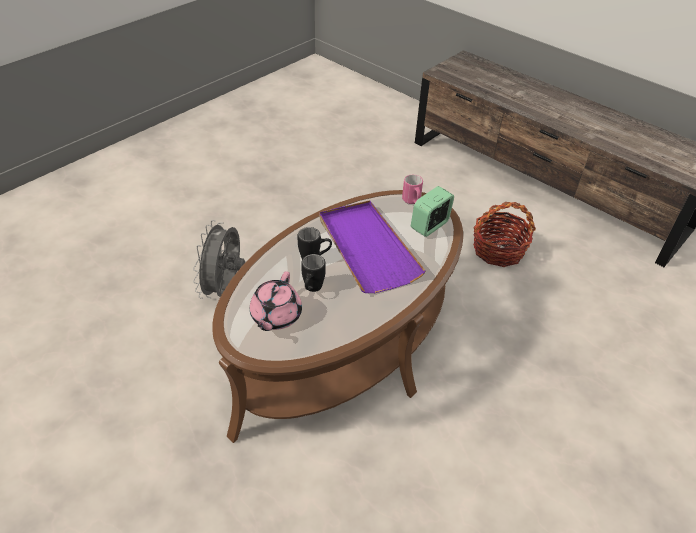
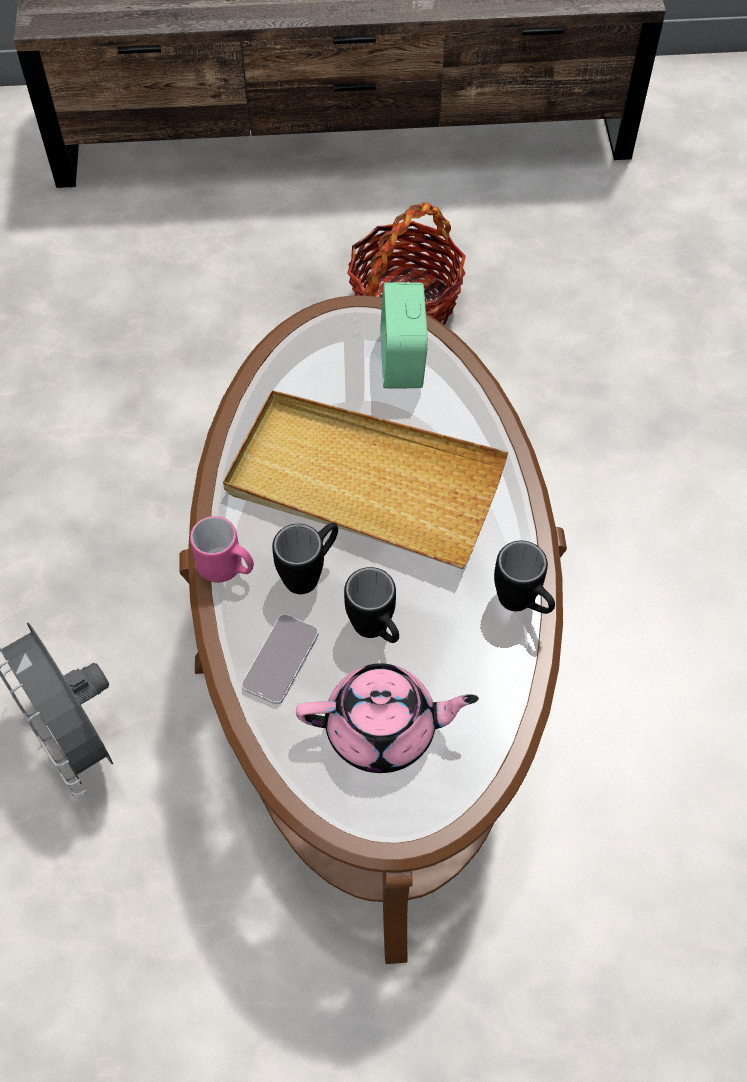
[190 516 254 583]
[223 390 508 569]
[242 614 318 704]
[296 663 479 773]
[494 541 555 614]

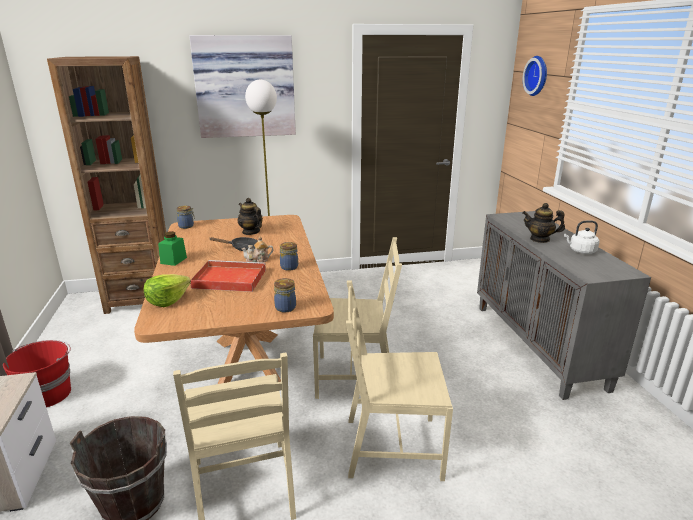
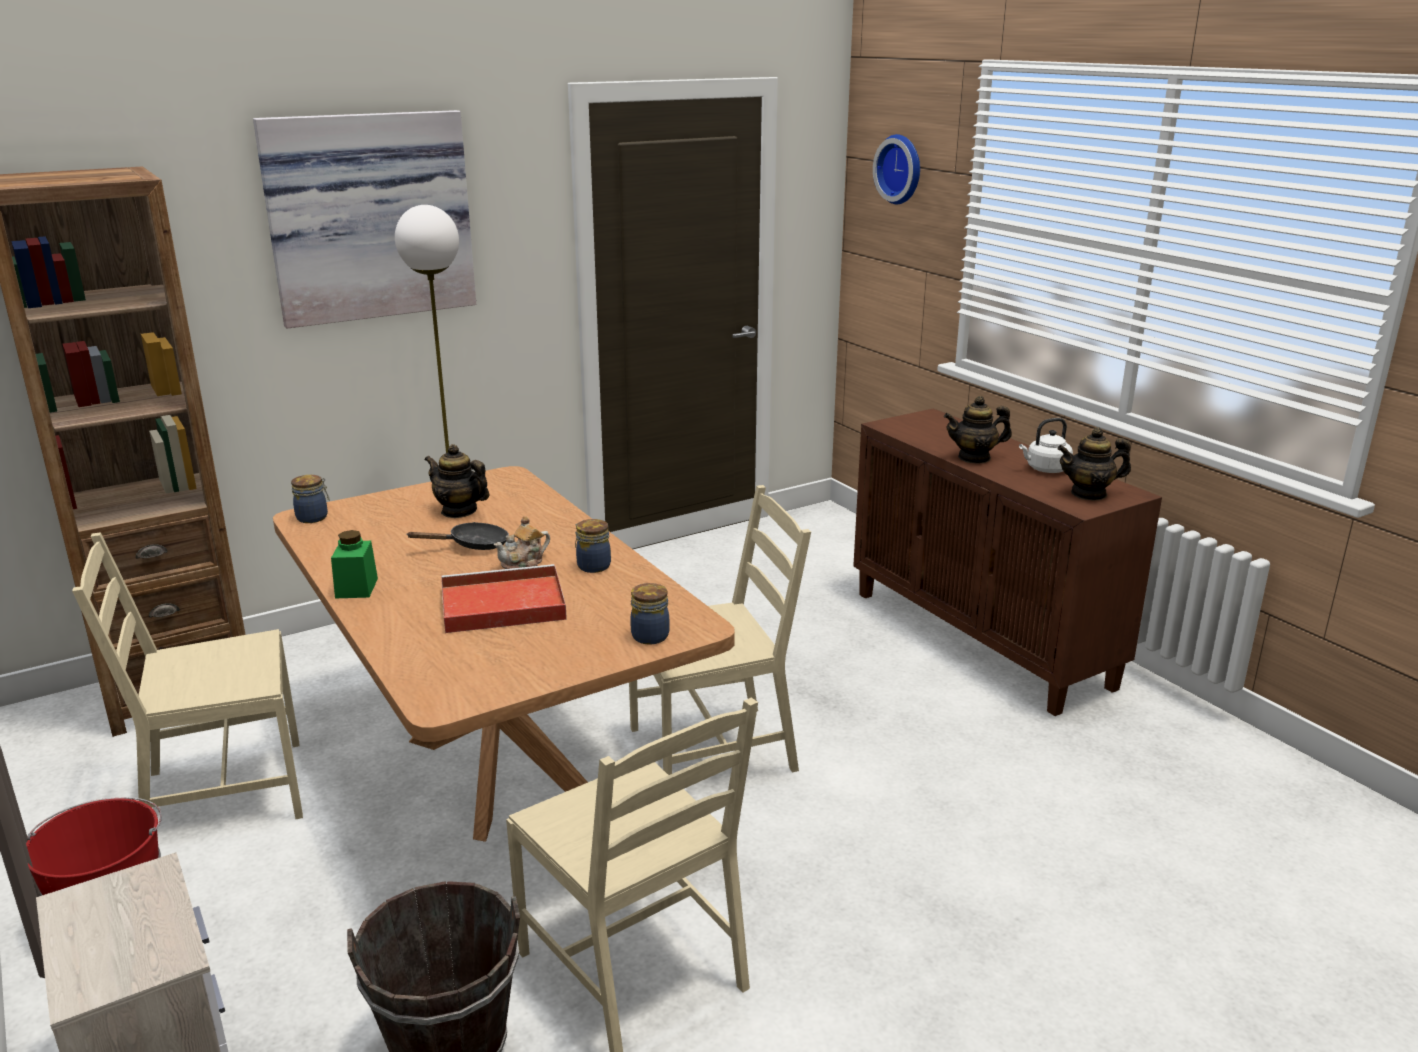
[72 532 303 819]
[853 408 1162 716]
[1057 427 1131 501]
[144 274 191 307] (first image)

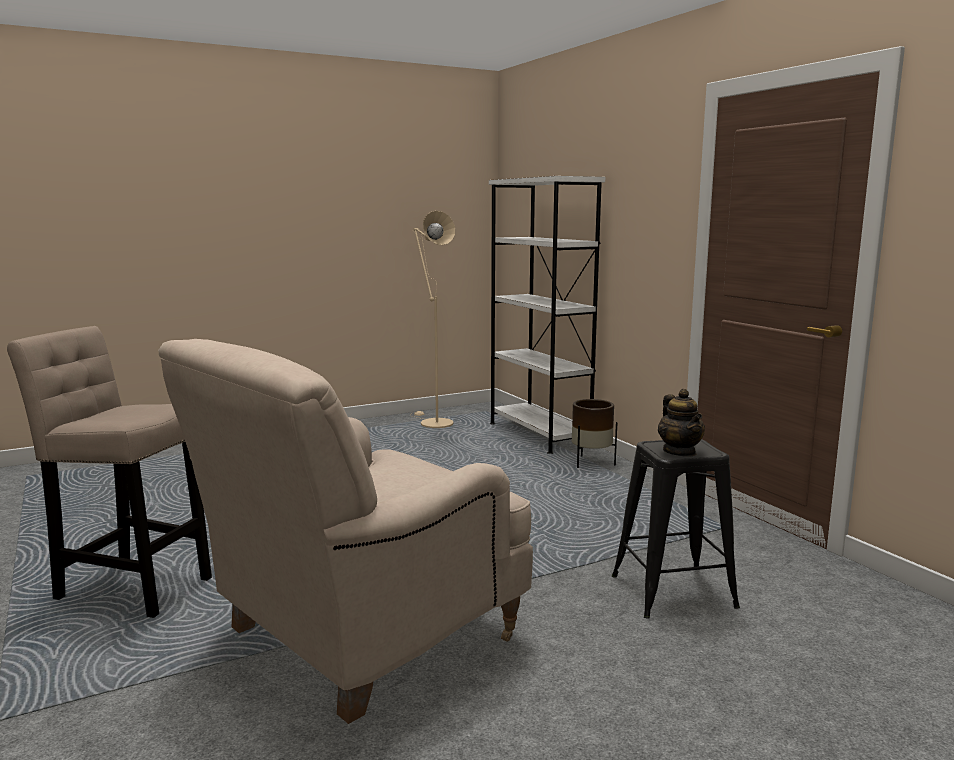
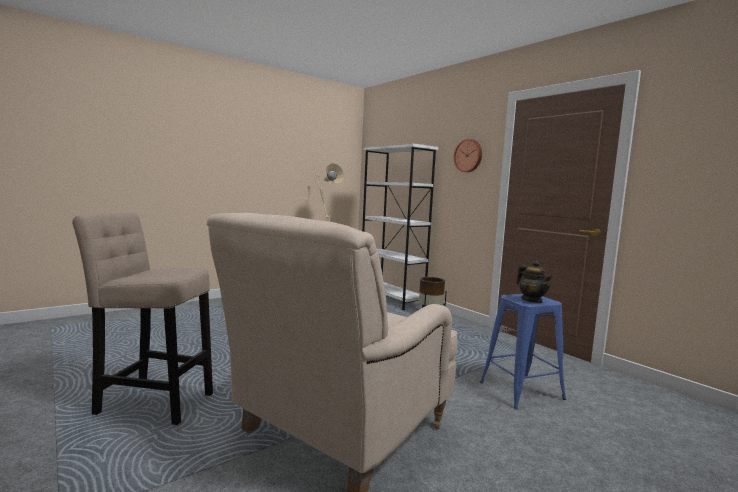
[454 139 482 172]
[480 294 566 409]

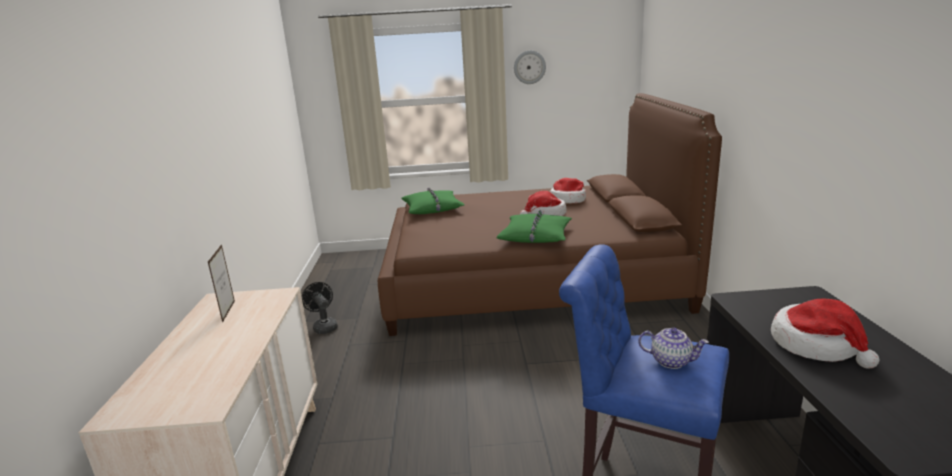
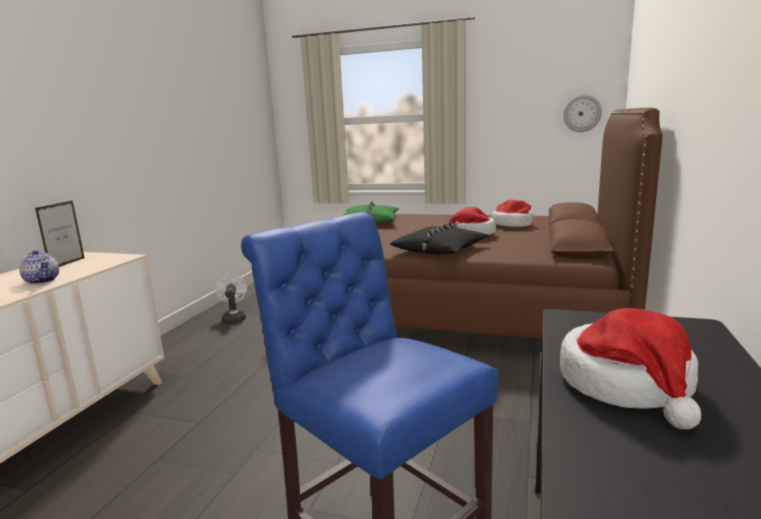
[19 250 59 284]
[215 273 247 324]
[390 222 489 254]
[563 95 602 132]

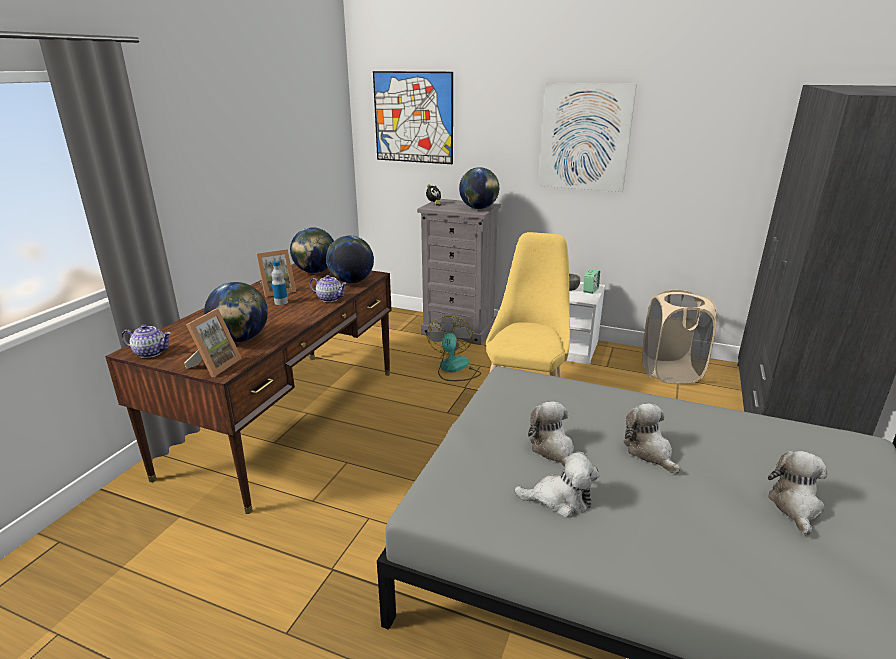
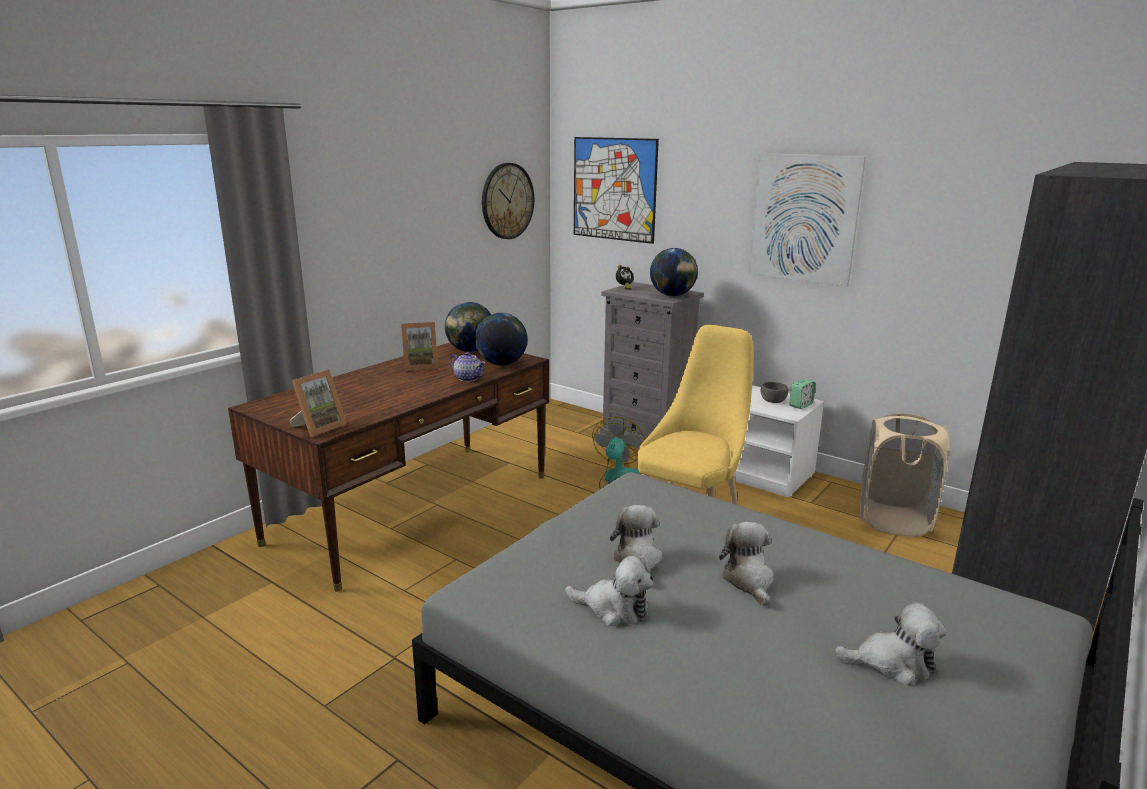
[482 163 534 239]
[835 602 946 686]
[122 324 171 358] (first image)
[204 282 268 342] (first image)
[271 261 288 305] (first image)

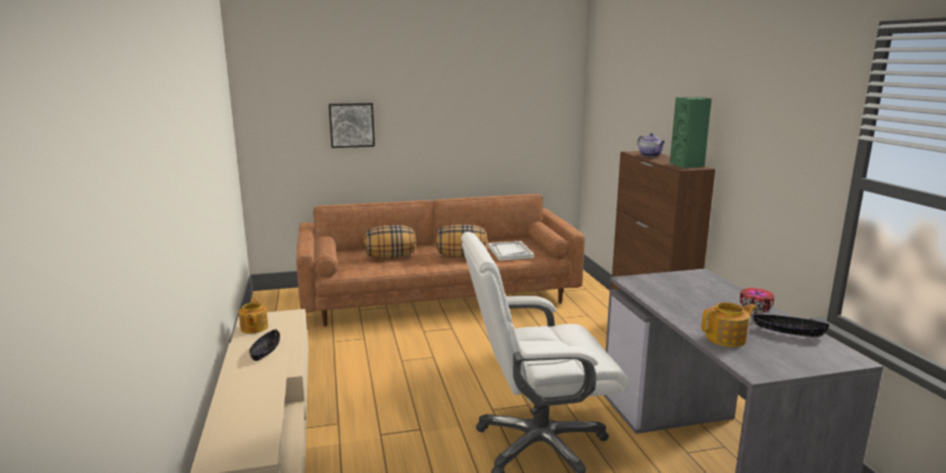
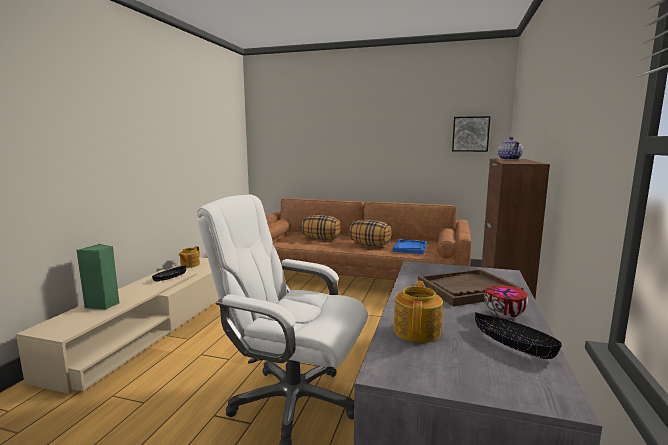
[77 244 120 310]
[393 239 427 254]
[394 281 443 343]
[418 269 524 306]
[452 116 491 152]

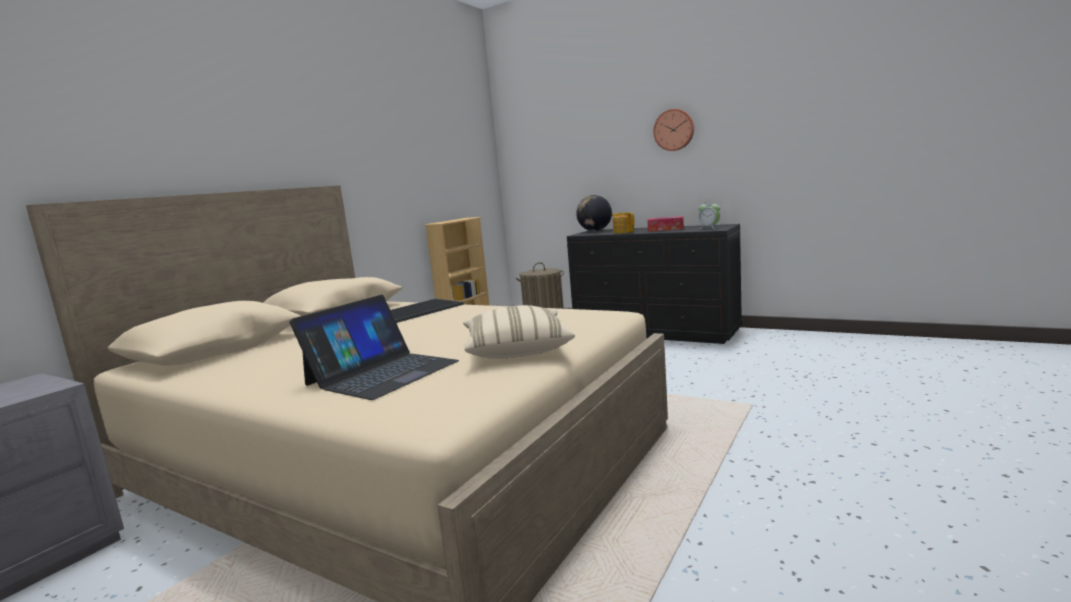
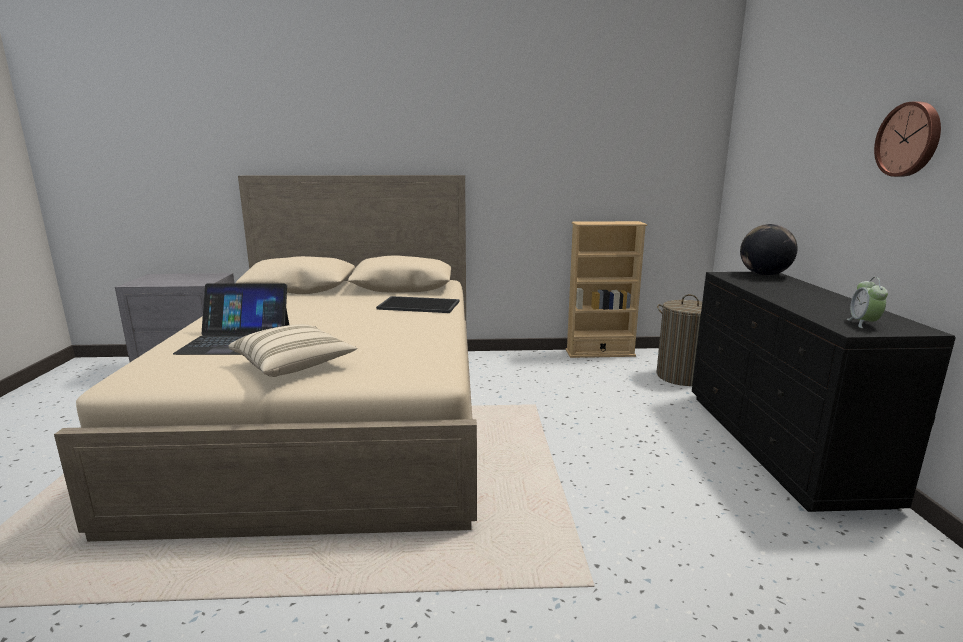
[612 212 635 233] (first image)
[647 216 684 232] (first image)

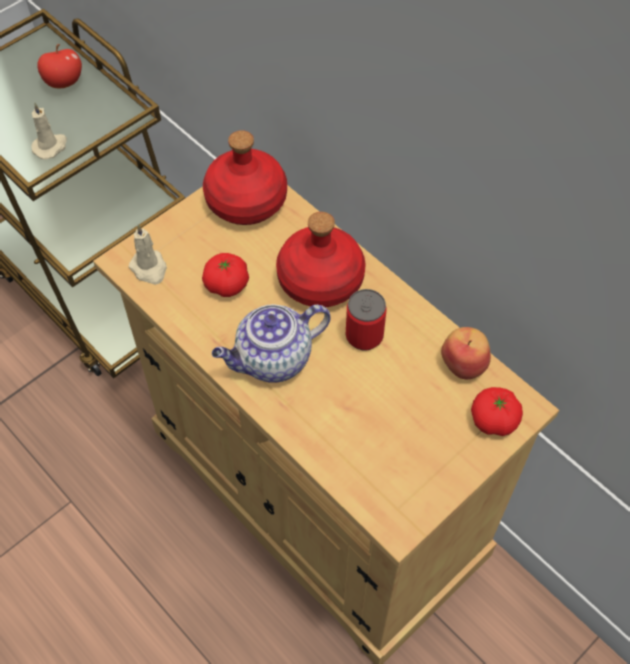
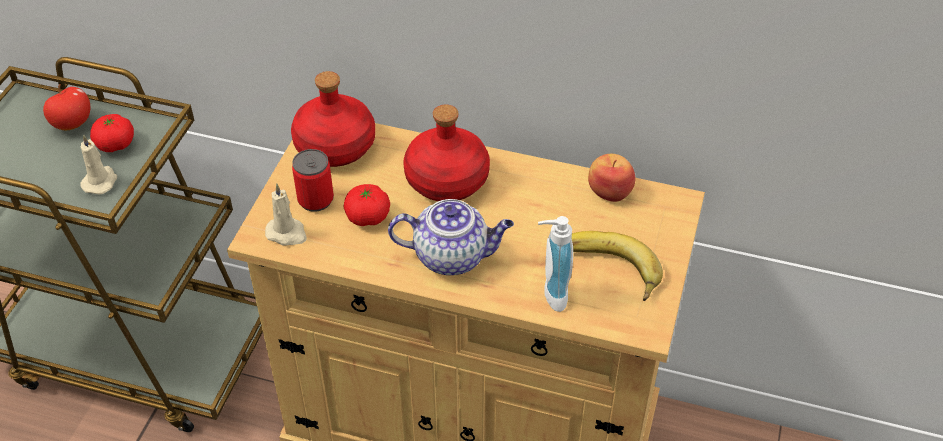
[90 114 134 152]
[292 149 334 212]
[388 199 514 275]
[538 216 573 312]
[571 231 663 301]

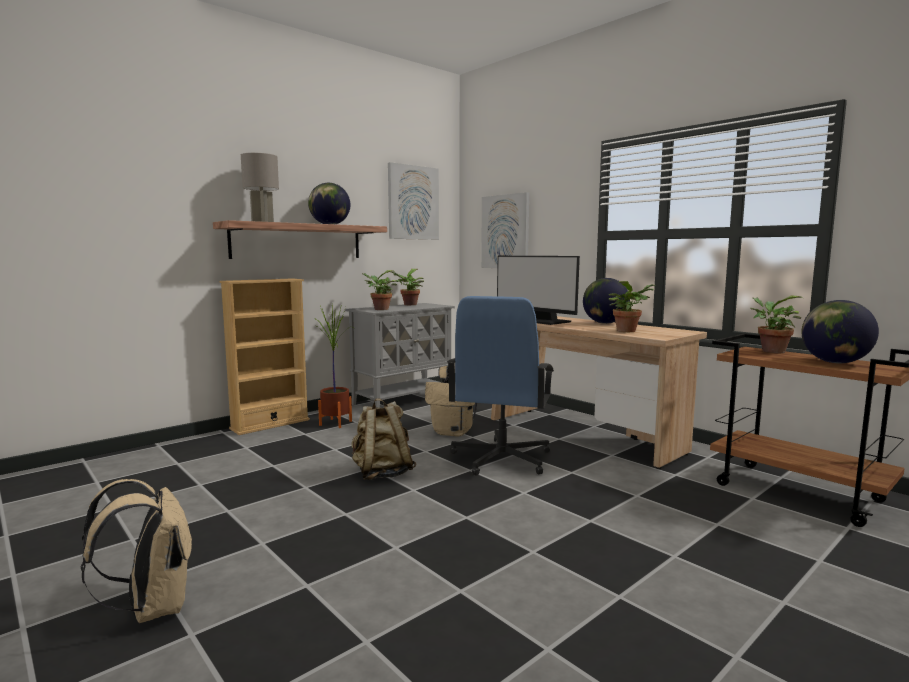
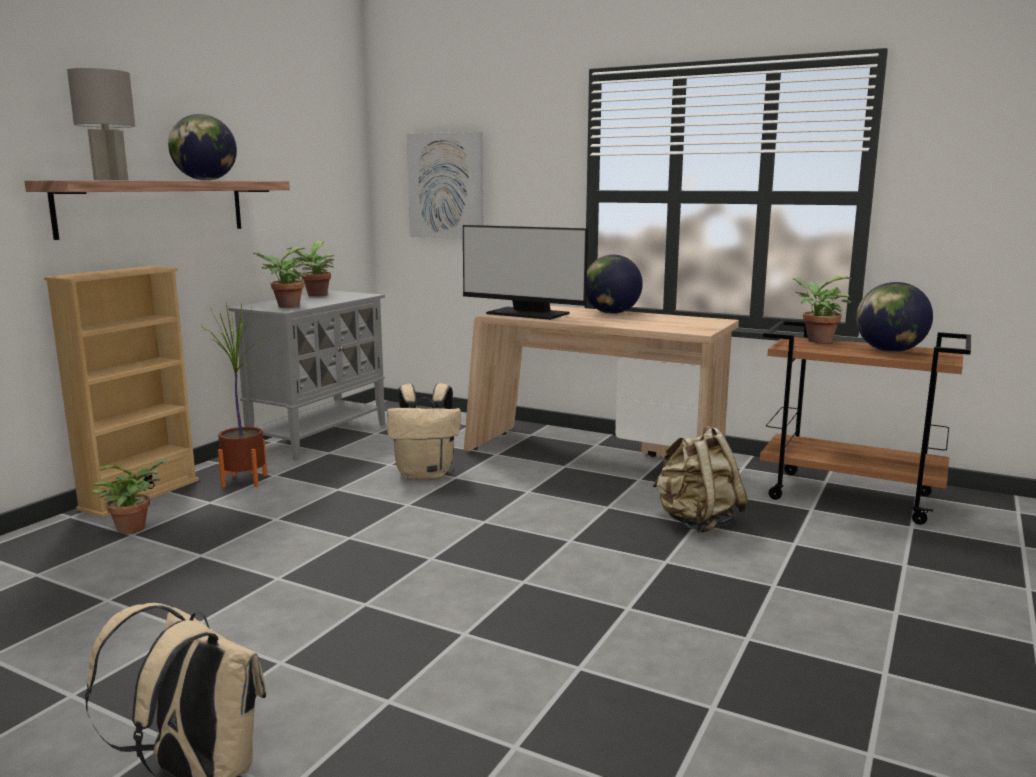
[91 460 168 534]
[653 426 748 533]
[388 162 439 240] (first image)
[447 296 554 476] (first image)

